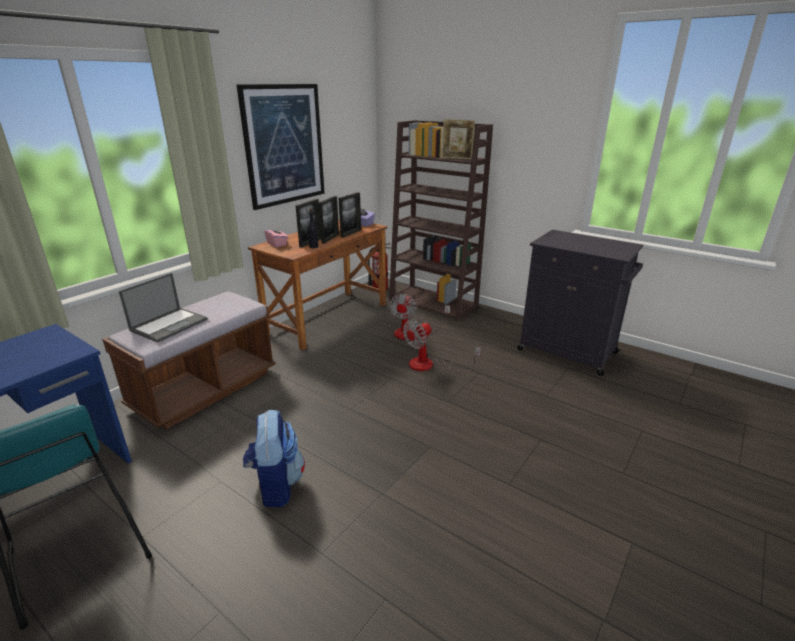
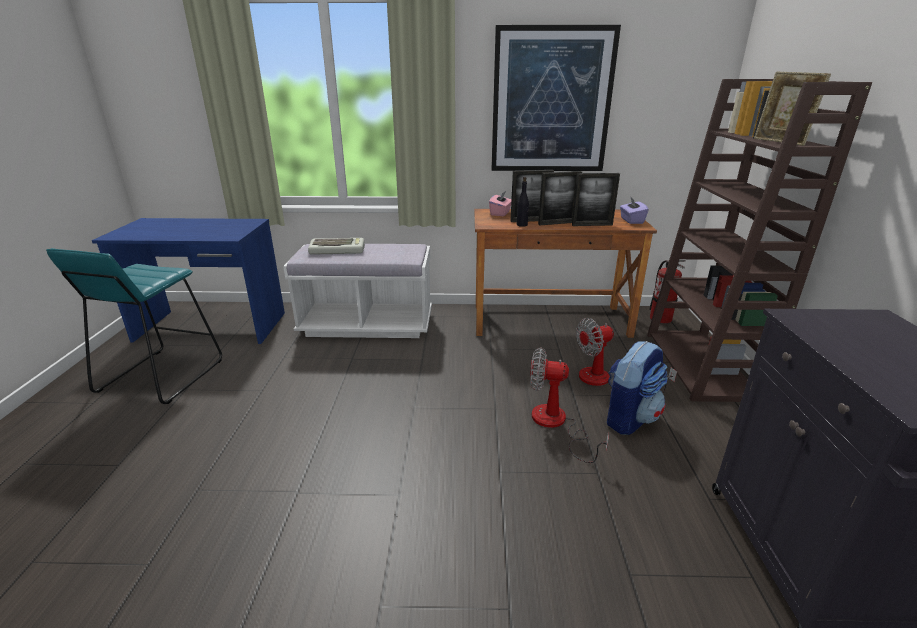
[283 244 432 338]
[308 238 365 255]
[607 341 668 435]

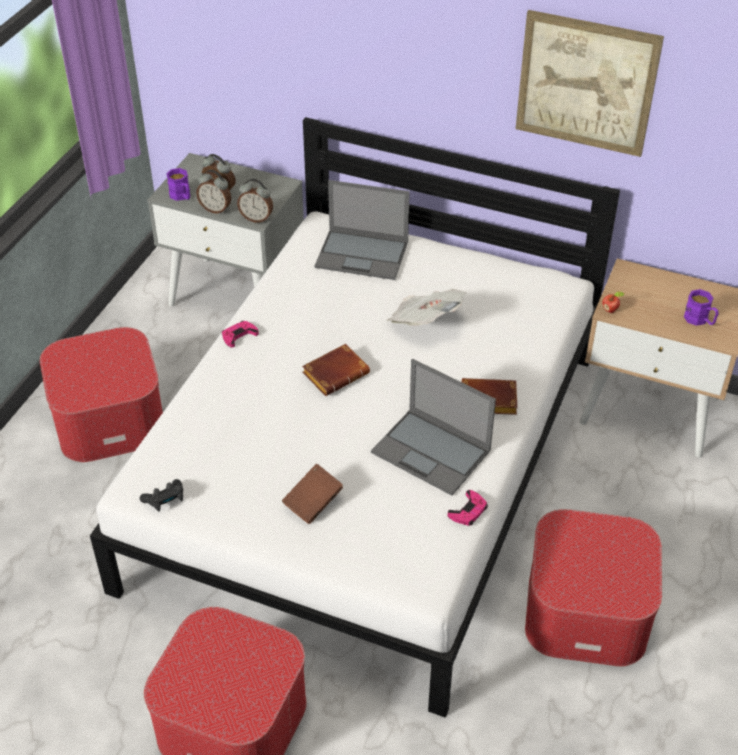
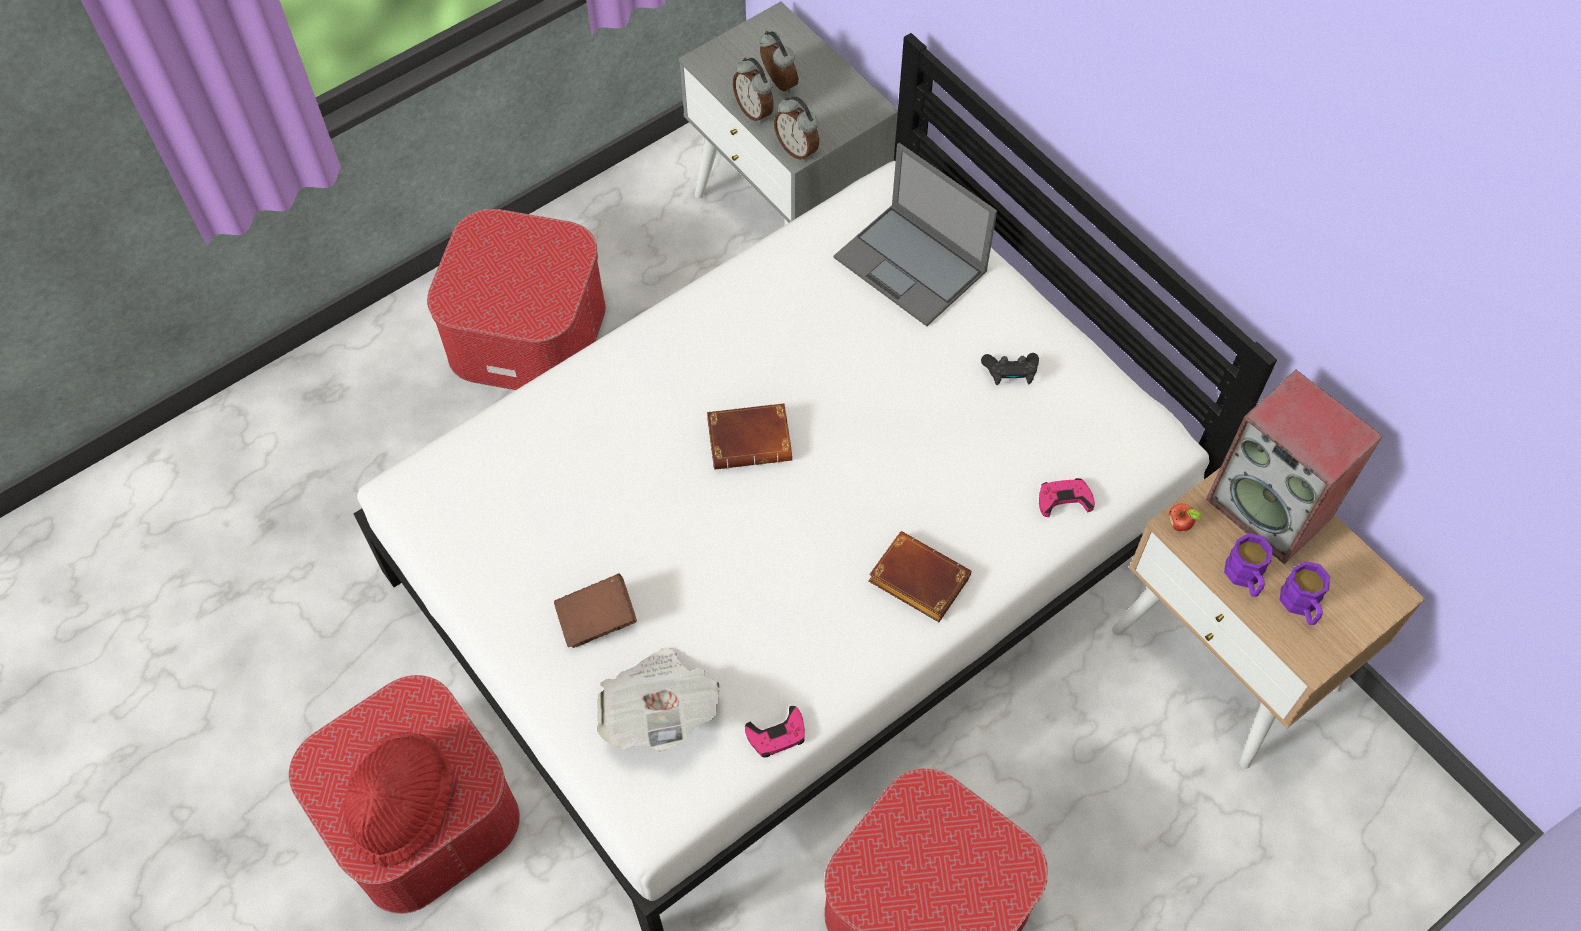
[343 732 453 867]
[597 648 721 751]
[981 353 1039 385]
[1039 478 1095 517]
[1206 370 1383 564]
[1224 533 1273 597]
[371 359 496 496] (first image)
[515 10 664 157] (first image)

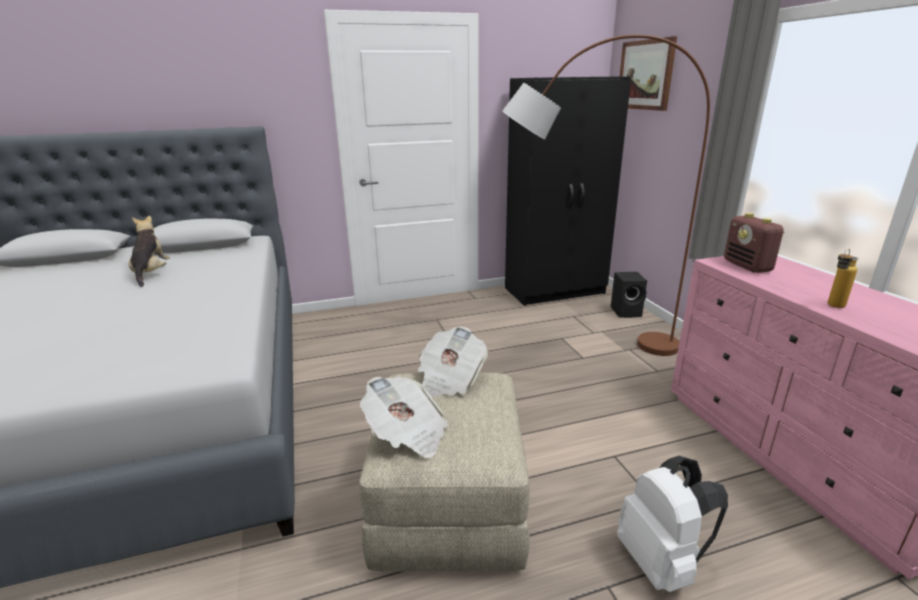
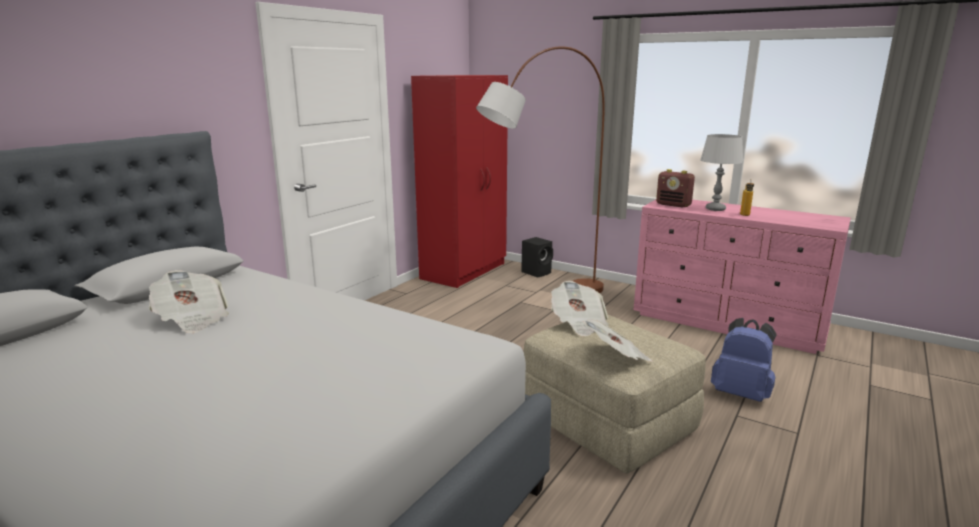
[149 270 229 333]
[411 75 508 288]
[700 134 743 211]
[711 318 777 402]
[620 36 677 111] (first image)

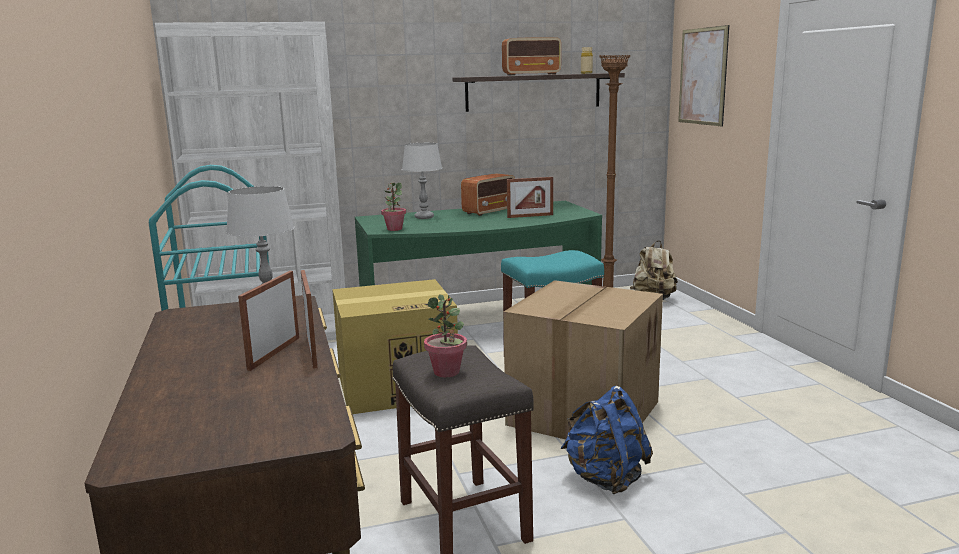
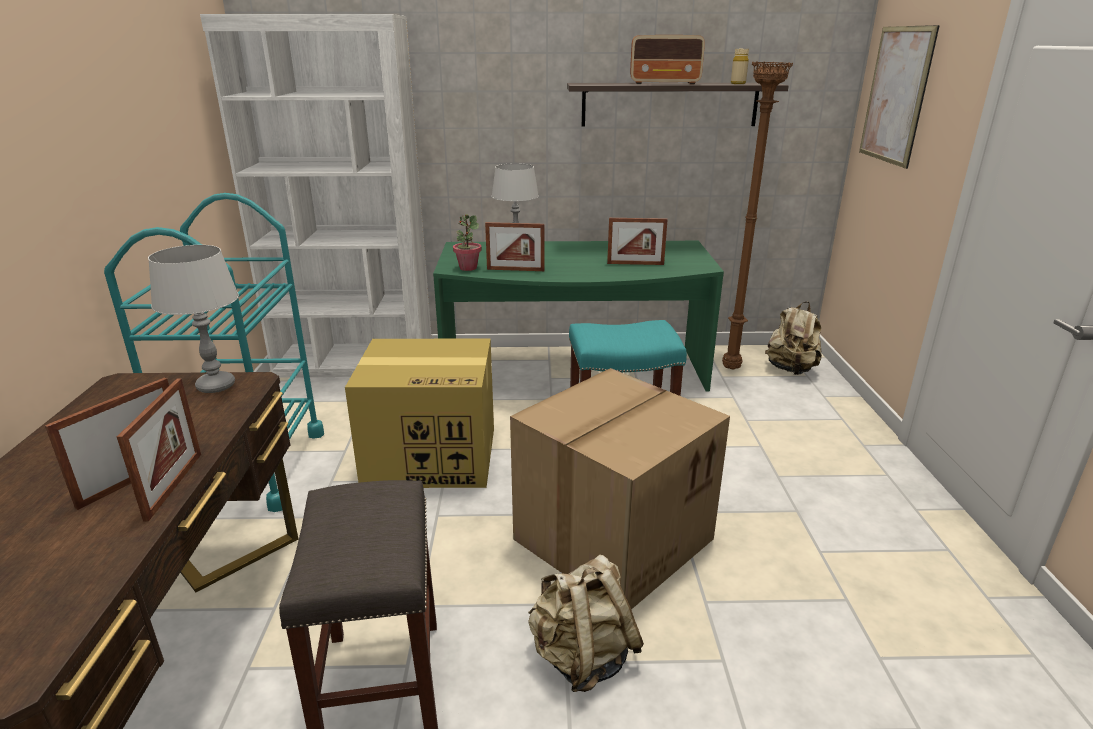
[485 222 545 271]
[528 554 644 692]
[424 295 467 377] (first image)
[461 174 515 216] (first image)

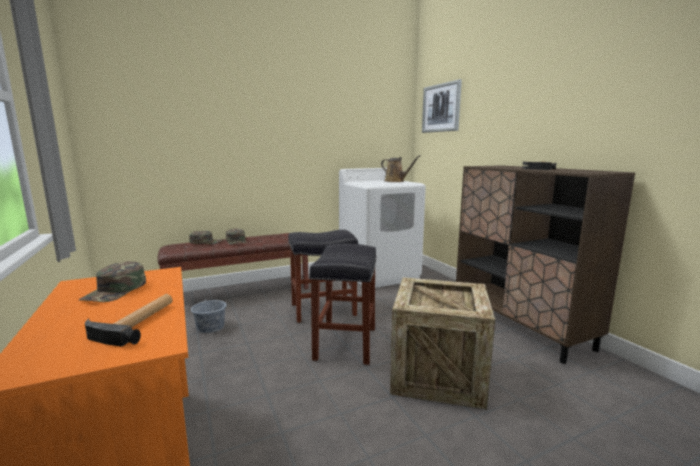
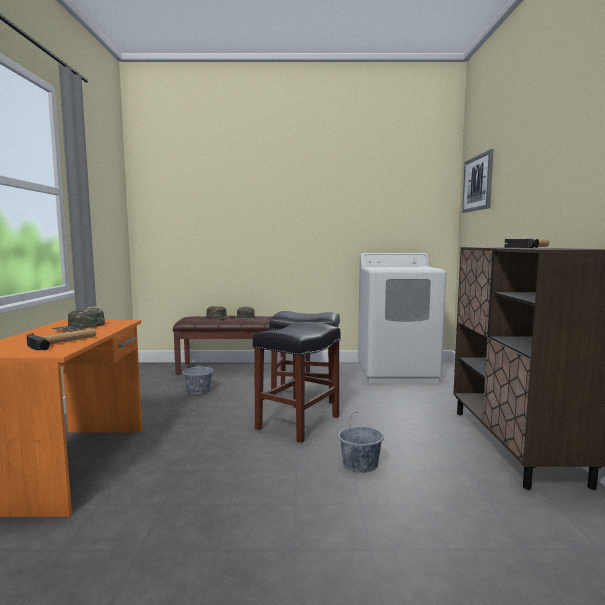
[338 412 384 473]
[381 155 421 182] (first image)

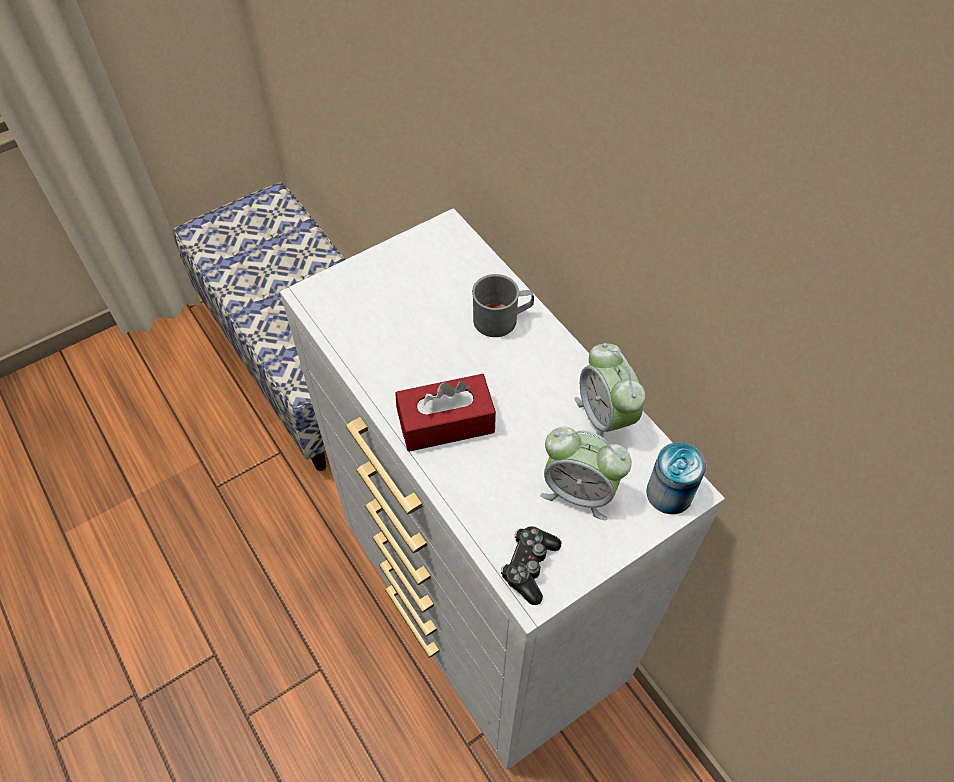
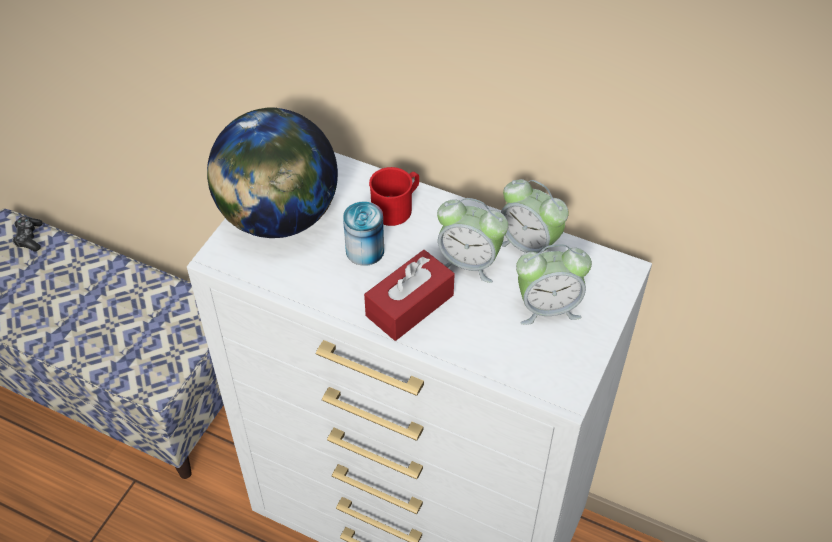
[12 217 43 252]
[207 107 338 238]
[343 202 384 266]
[369 167 419 226]
[437 198 508 283]

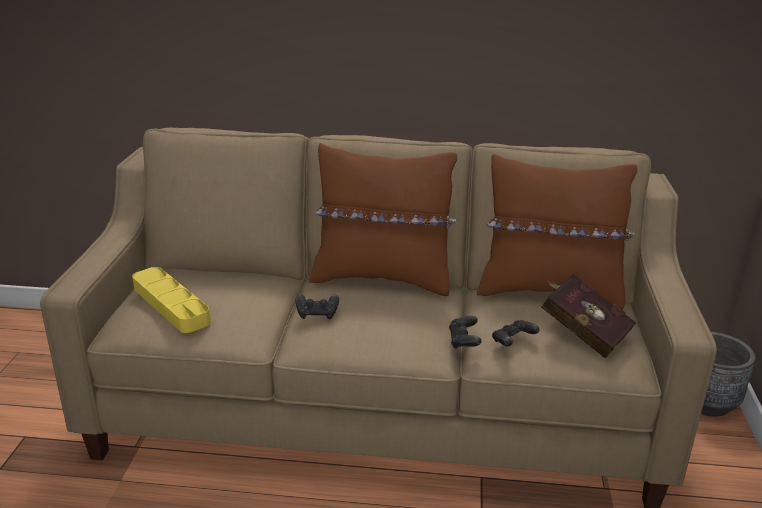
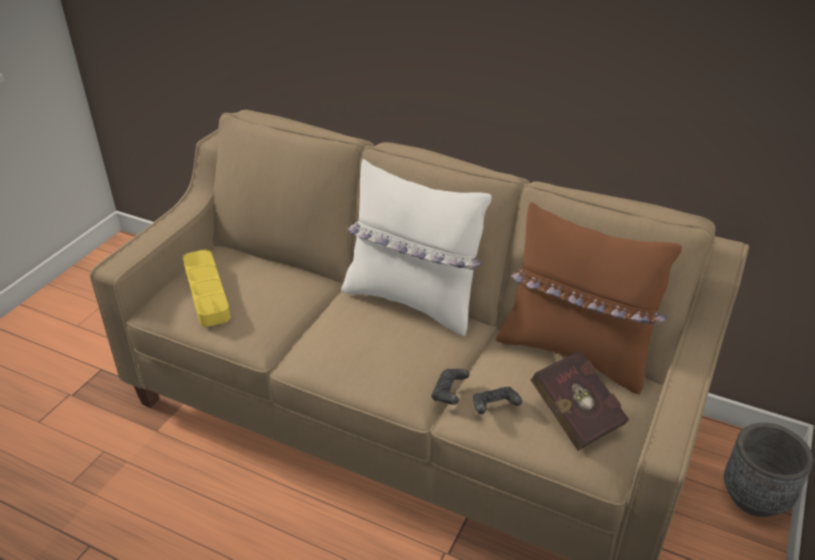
[341 159 492 336]
[295 294 339 319] (first image)

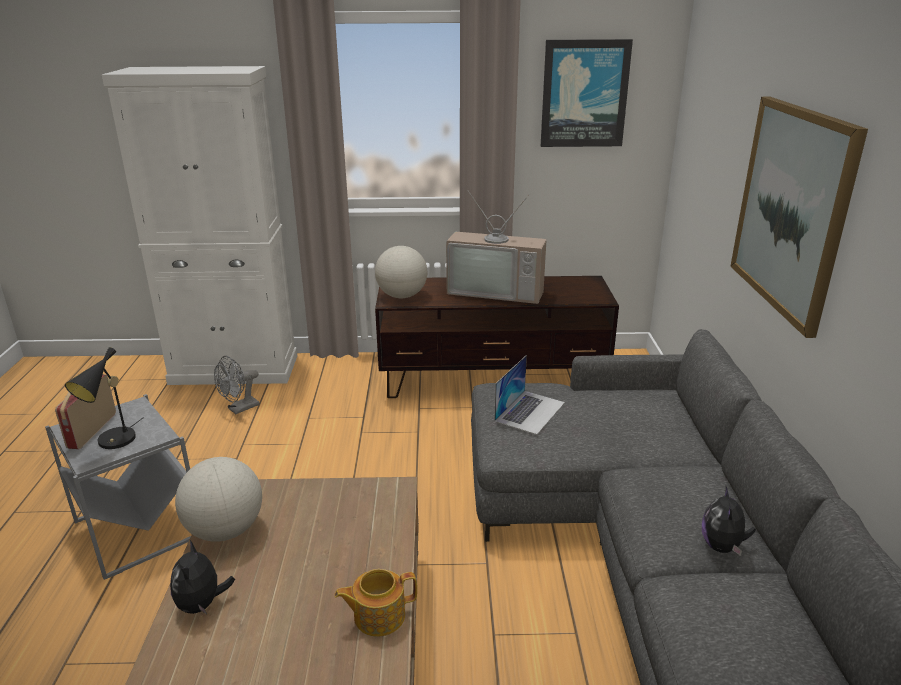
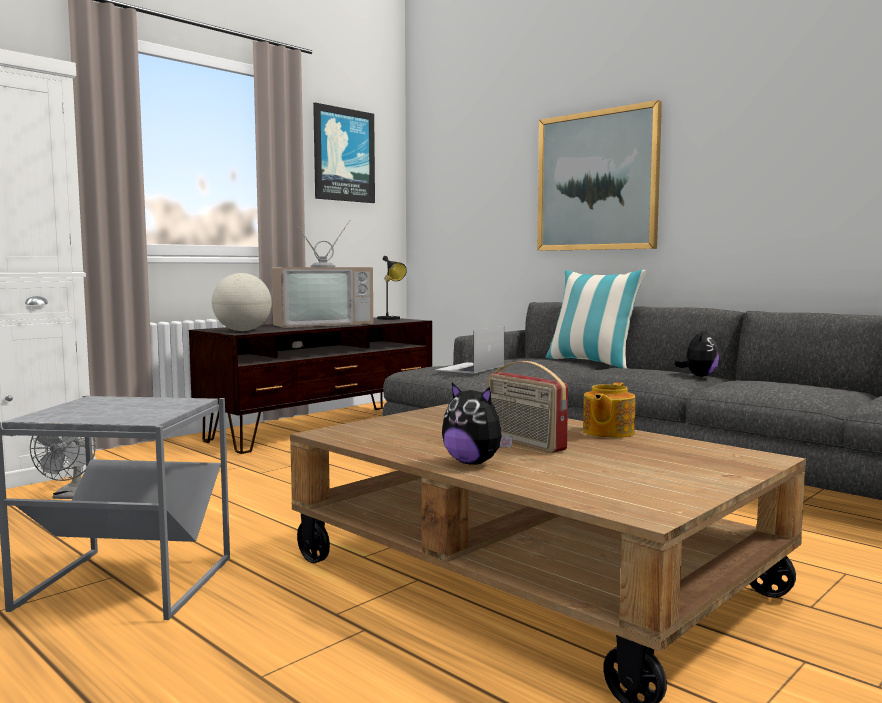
[377 256 407 320]
[435 326 504 374]
[488 361 568 453]
[546 270 646 368]
[674 329 719 377]
[175 457 262 542] (first image)

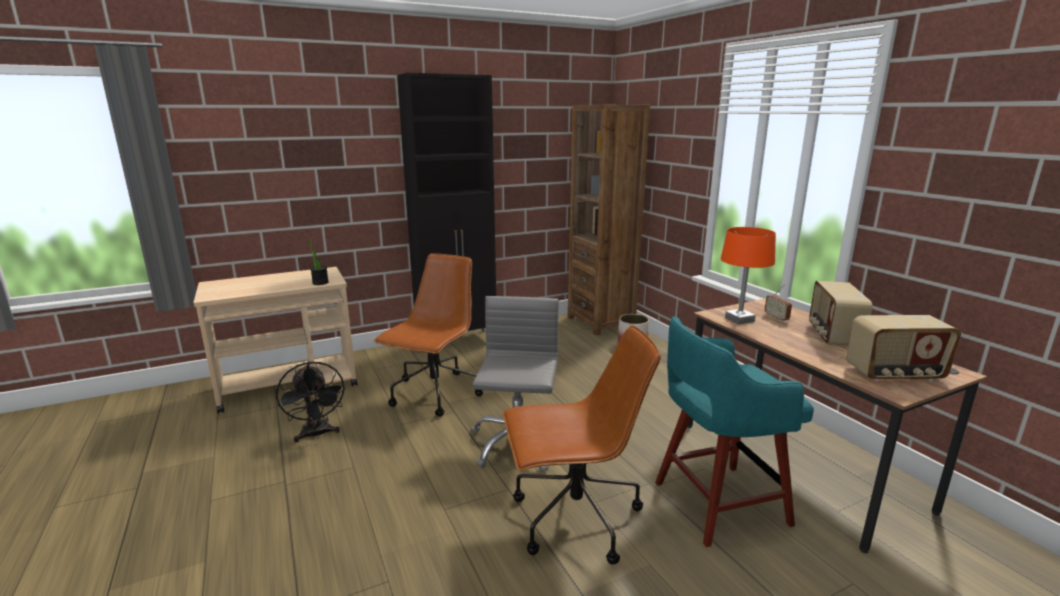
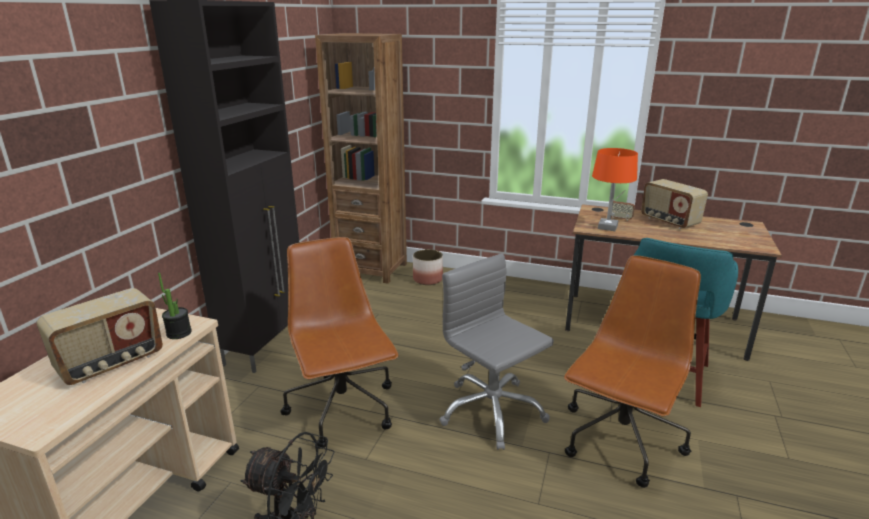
[36 288 163 385]

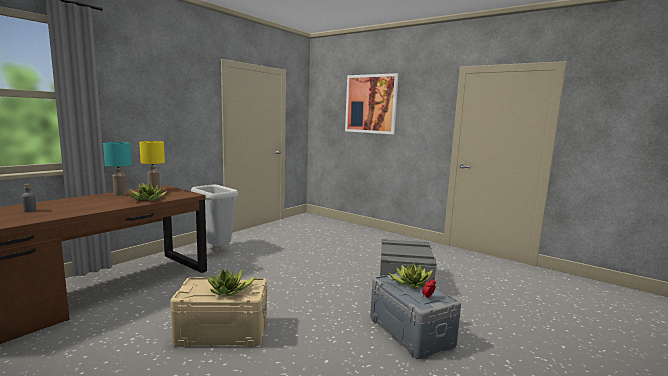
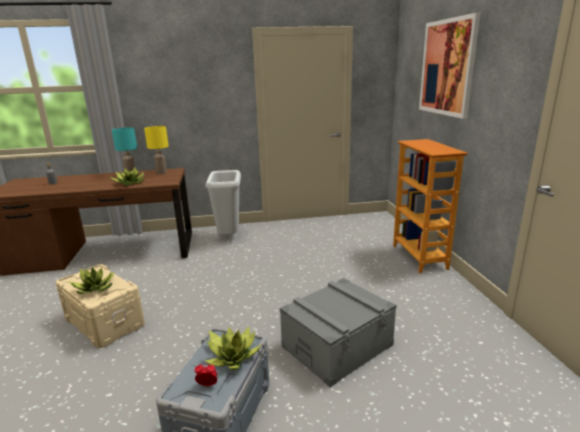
[393 139 468 273]

